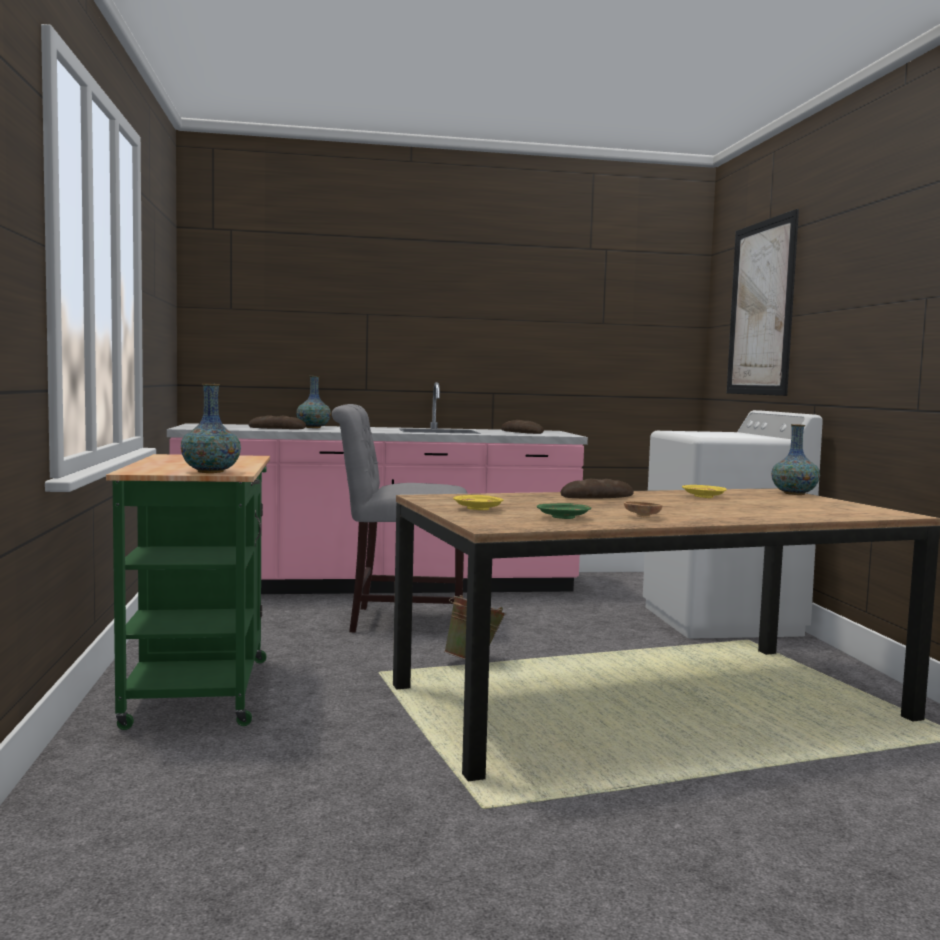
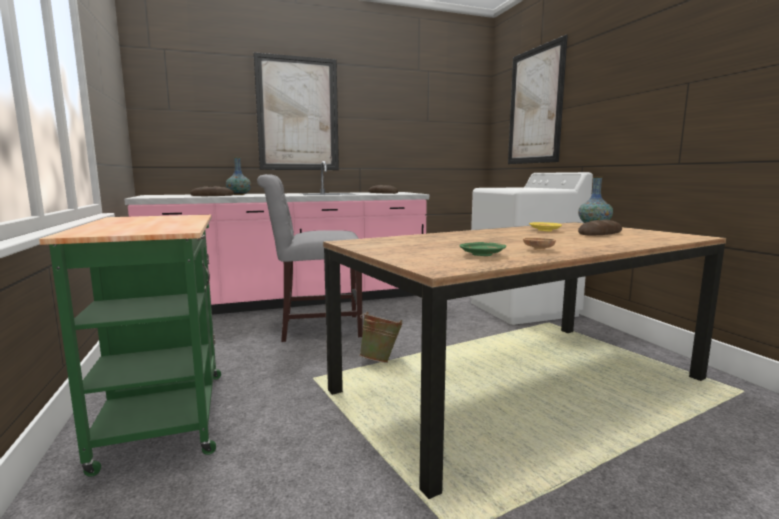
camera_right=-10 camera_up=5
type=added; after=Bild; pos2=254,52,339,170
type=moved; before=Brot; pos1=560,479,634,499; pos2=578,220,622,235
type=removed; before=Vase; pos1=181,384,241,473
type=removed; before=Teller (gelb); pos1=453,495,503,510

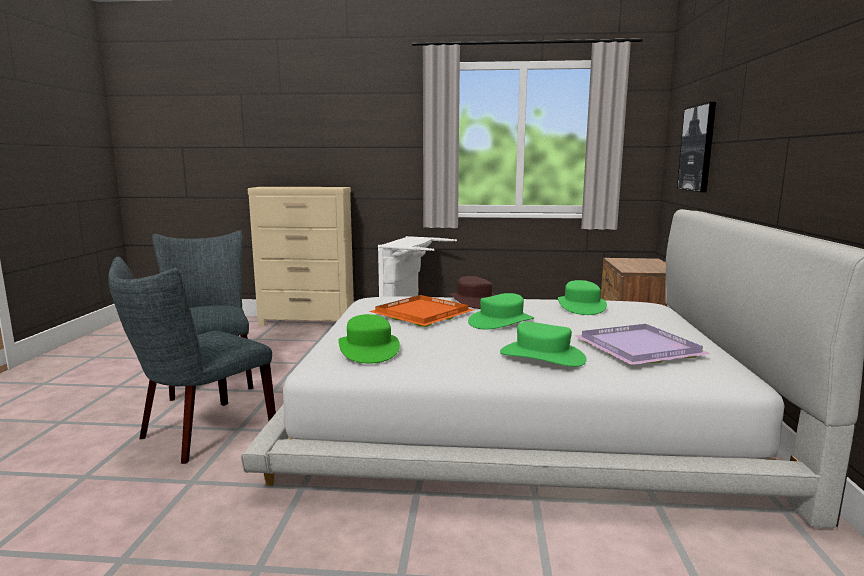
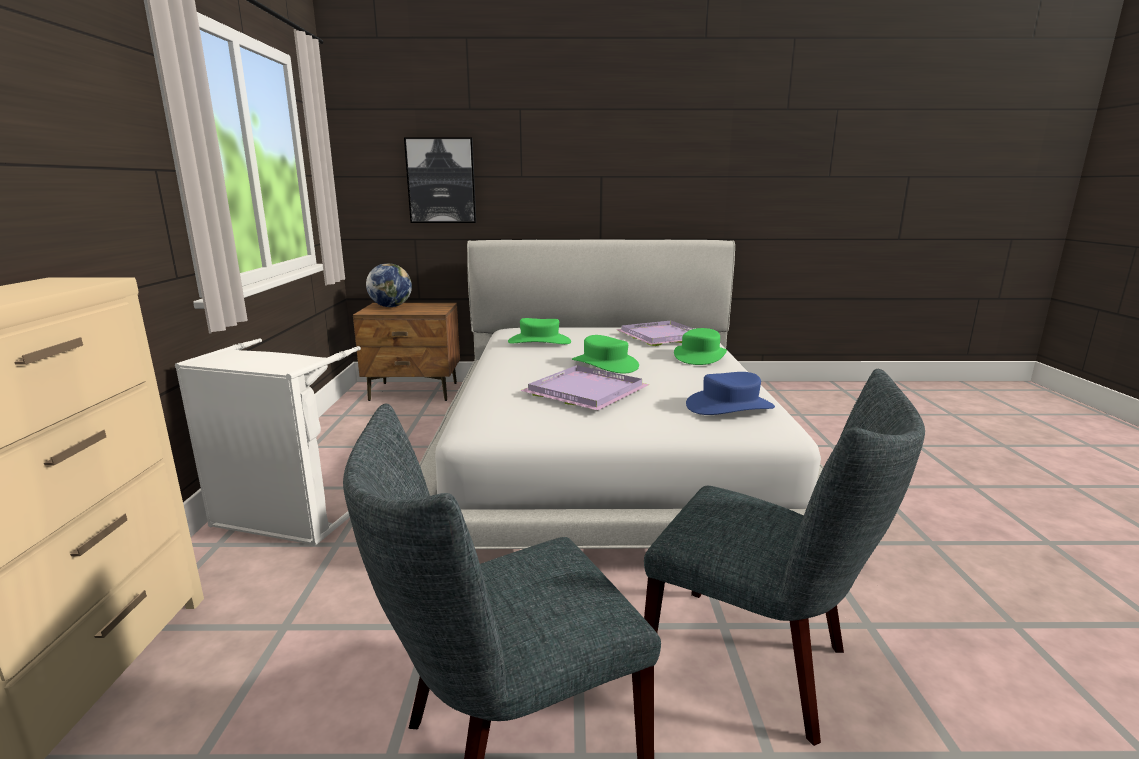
camera_right=-95 camera_up=5
type=added; after=Globus; pos2=366,263,412,307
type=recoloured; before=Tablett (orange); after=Tablett (lila); pos1=369,295,473,327; pos2=520,365,650,410
type=recoloured; before=Hut (grün); after=Hut (blau); pos1=338,314,400,363; pos2=686,372,775,415
type=removed; before=Hut (braun); pos1=449,276,495,309

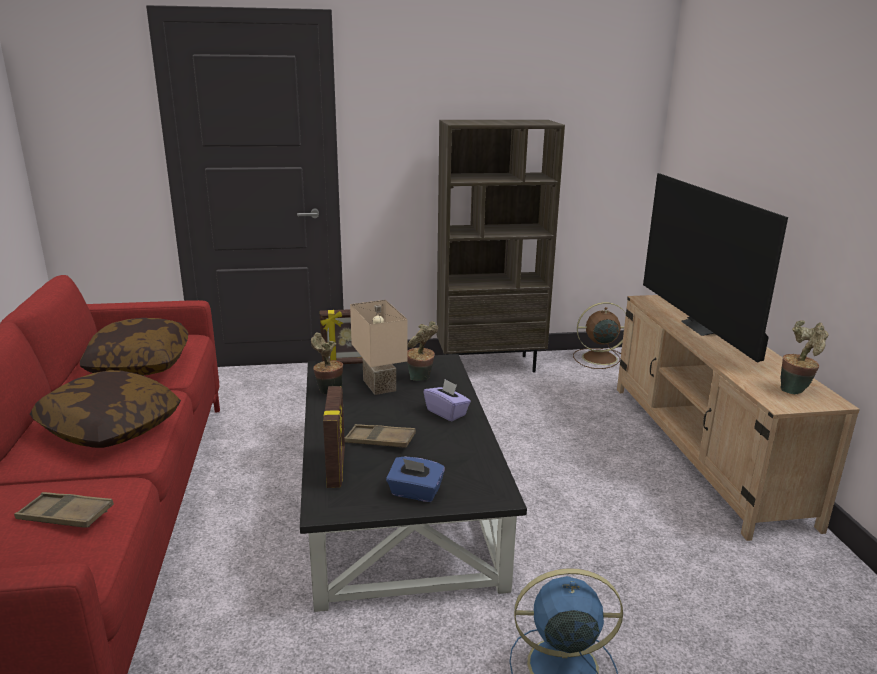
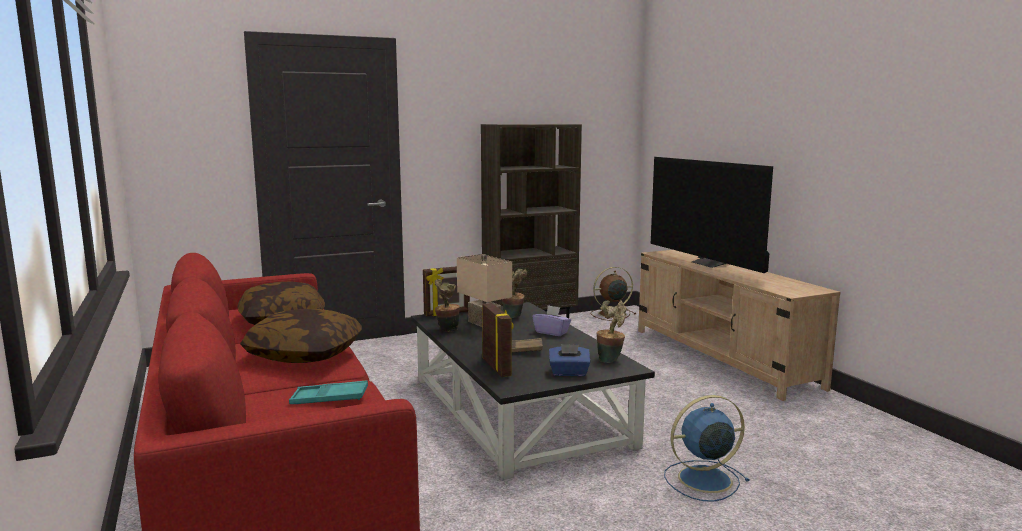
camera_right=-15 camera_up=-10
type=recoloured; before=Tablett (braun); after=Tablett (türkis); pos1=14,492,114,528; pos2=289,380,368,404
type=moved; before=Topfpflanze; pos1=780,320,828,395; pos2=597,300,627,363

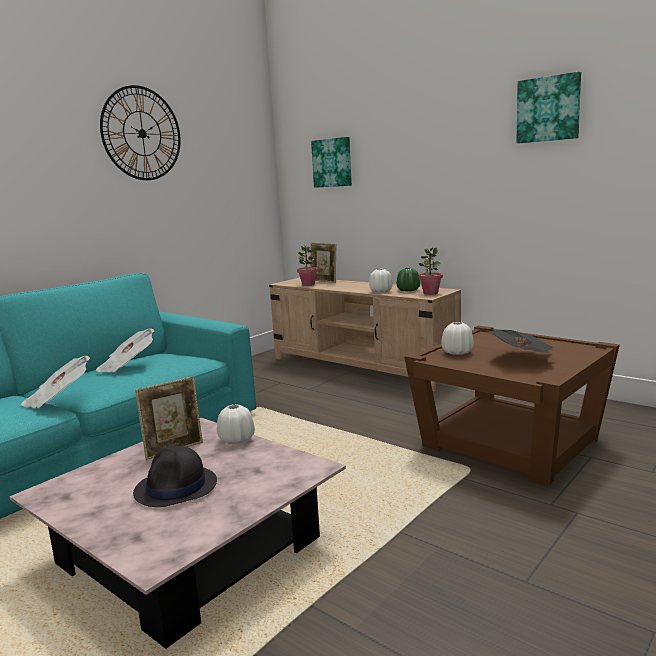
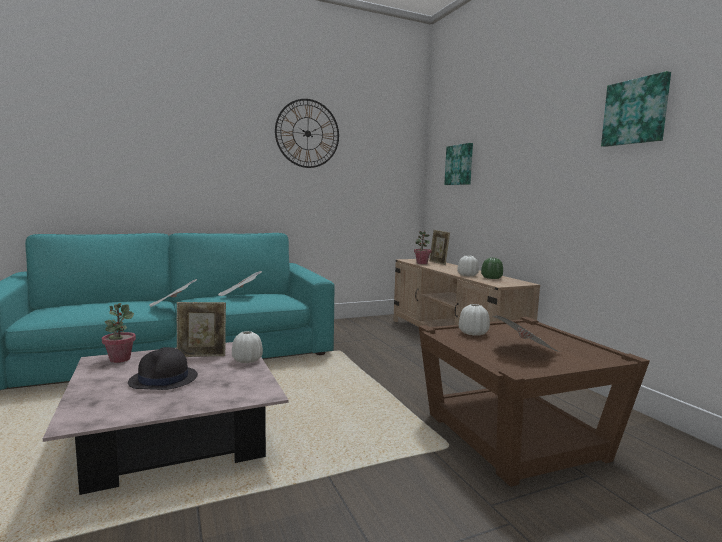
camera_right=25 camera_up=-5
type=moved; before=Topfpflanze; pos1=418,248,443,295; pos2=102,303,136,363

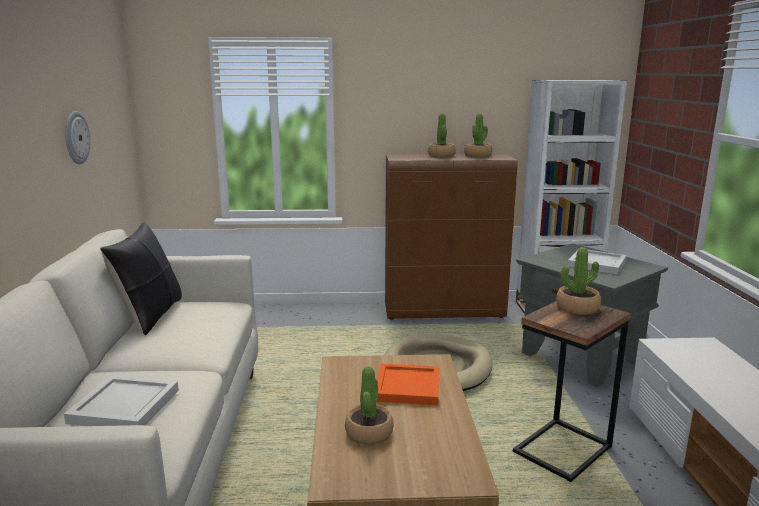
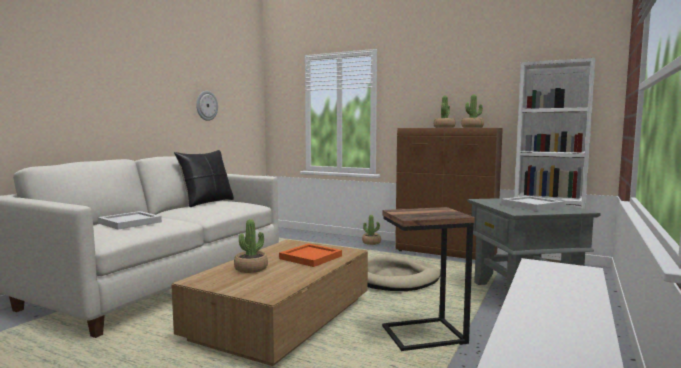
camera_right=30 camera_up=-10
type=moved; before=Topfpflanze; pos1=556,247,601,315; pos2=362,215,381,245

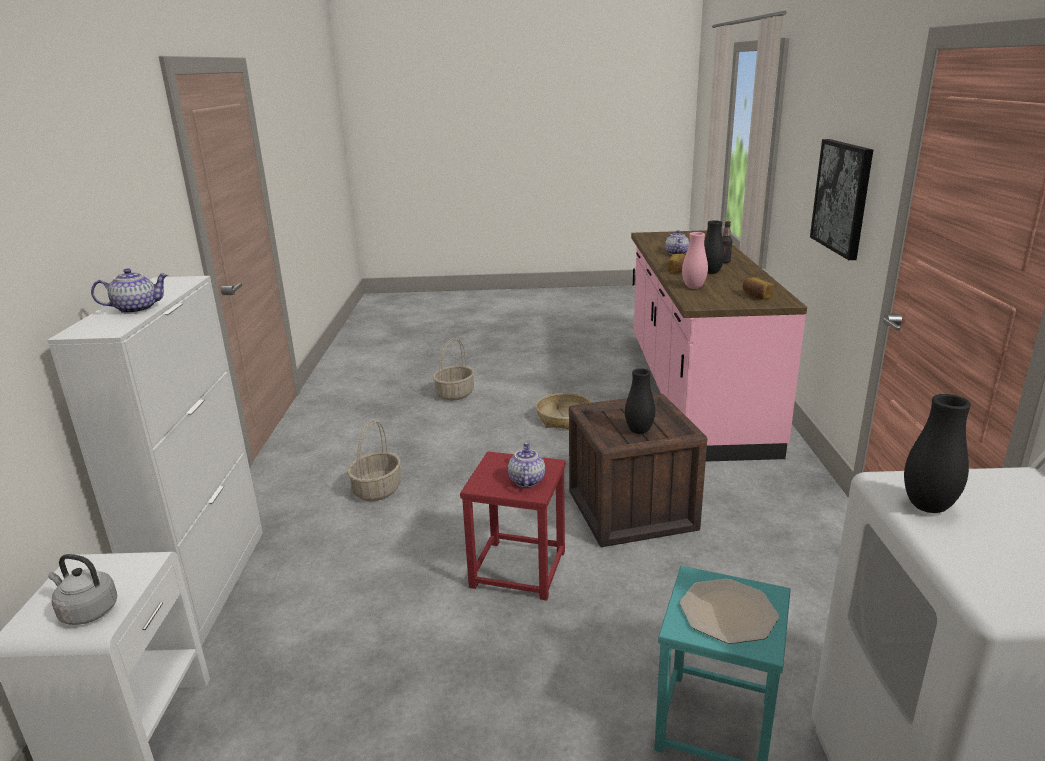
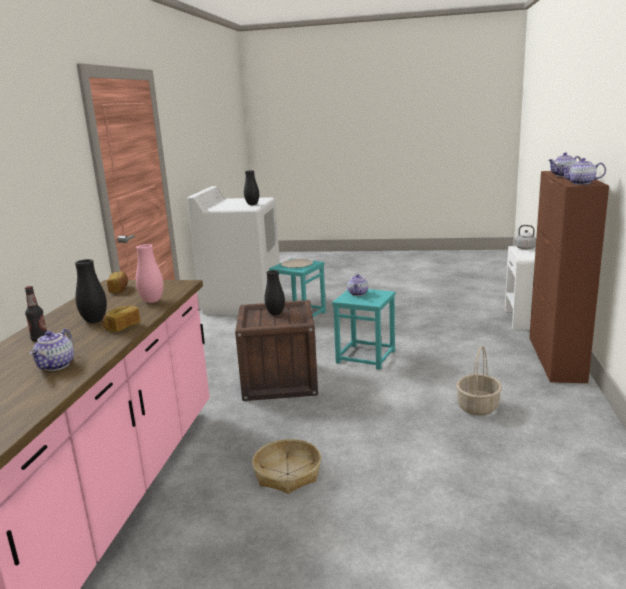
camera_right=-170 camera_up=-5
type=recoloured; before=Hocker (rot); after=Hocker (türkis); pos1=460,451,566,600; pos2=332,289,396,370
type=recoloured; before=Schrank (weiß); after=Schrank (braun); pos1=47,276,263,646; pos2=529,171,609,383
type=added; after=Teekanne; pos2=560,158,606,185
type=removed; before=Korb; pos1=433,338,475,401
type=removed; before=Bild; pos1=810,139,873,260

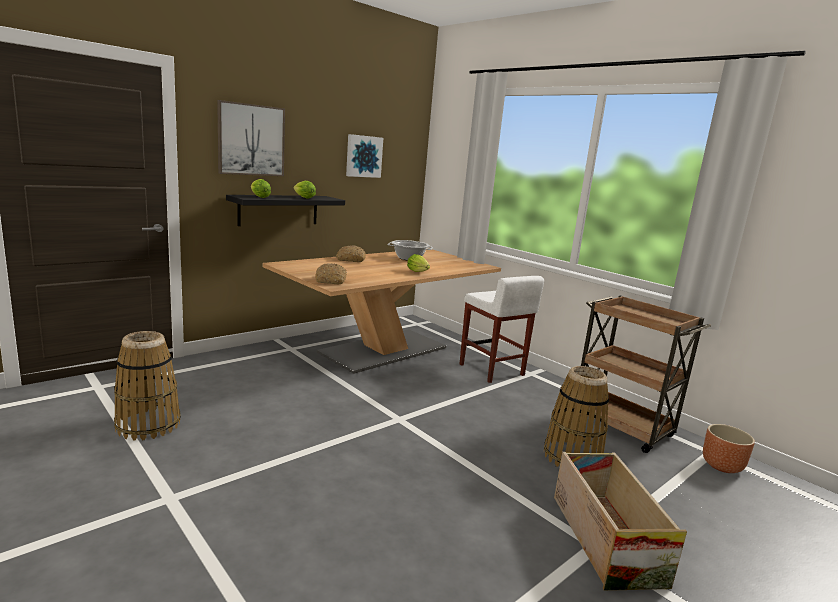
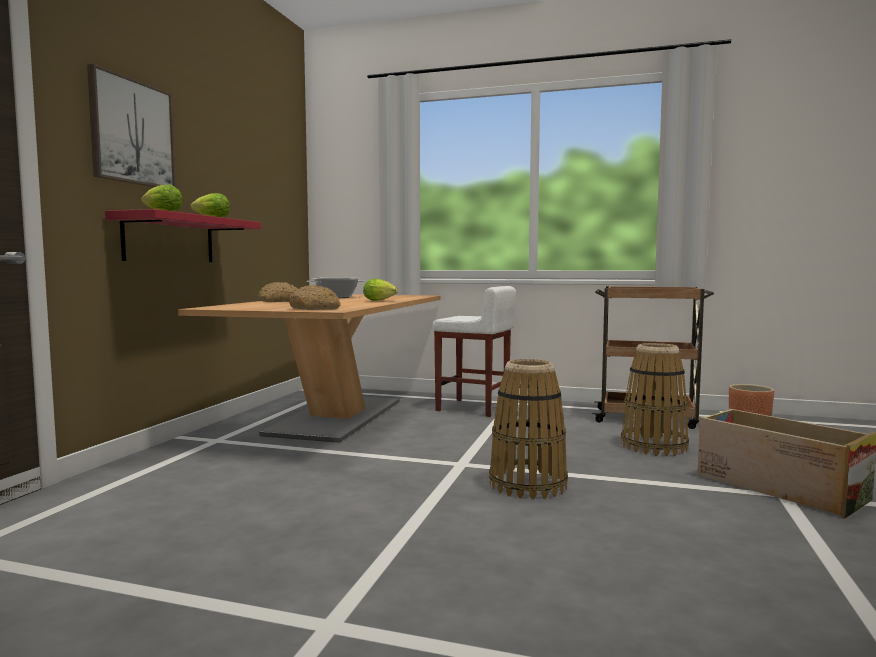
camera_right=-30 camera_up=-10
type=recoloured; before=Wandregal (schwarz); after=Wandregal (rot); pos1=226,195,345,226; pos2=105,209,261,262
type=moved; before=Korb; pos1=114,331,181,440; pos2=489,359,568,499
type=removed; before=Bild; pos1=346,134,383,178

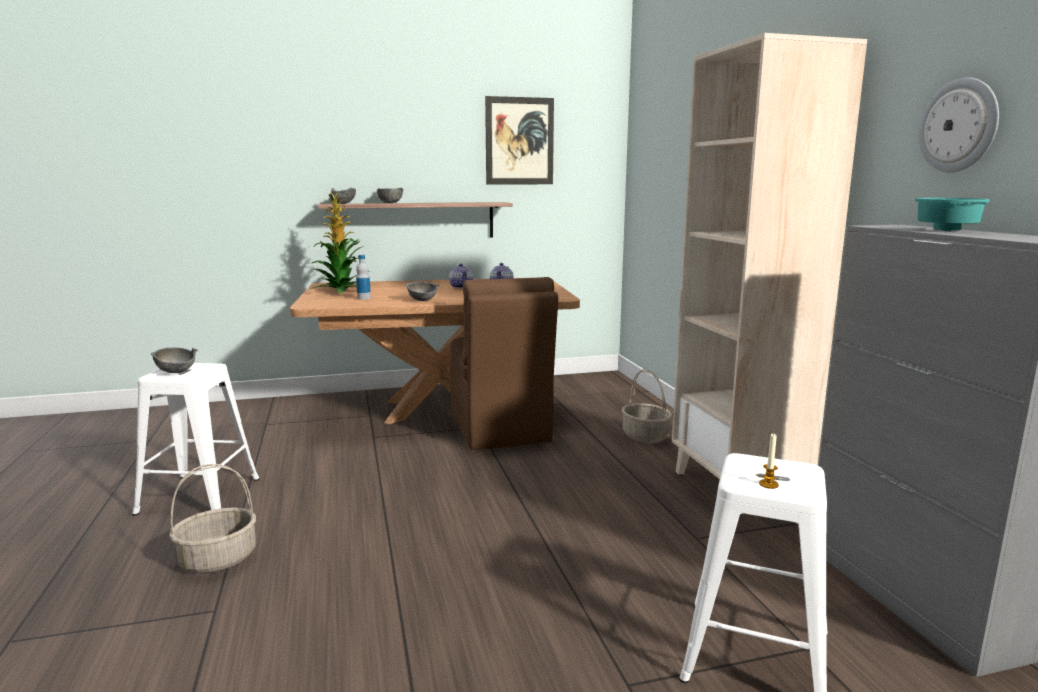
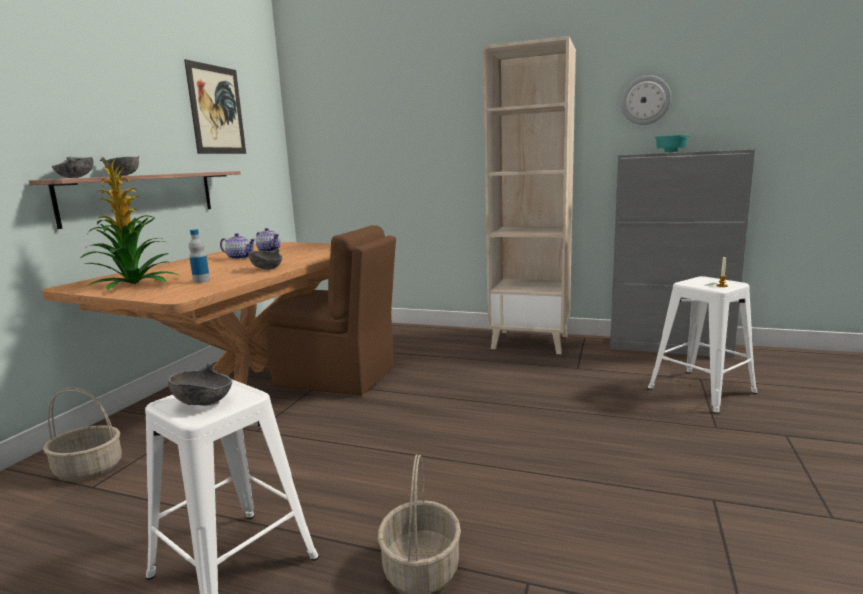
camera_right=-55 camera_up=0
type=moved; before=Korb; pos1=622,369,672,443; pos2=43,388,122,481

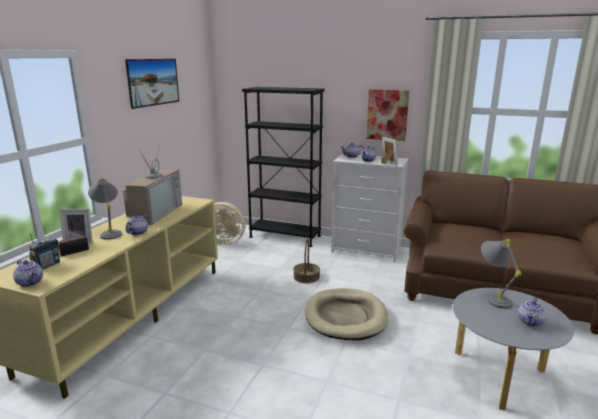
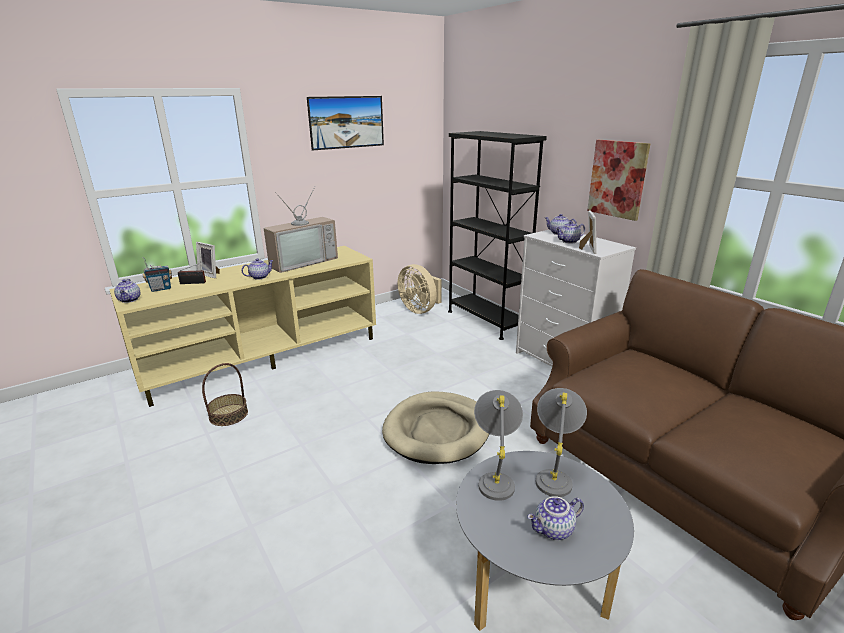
camera_right=35 camera_up=5
type=moved; before=Korb; pos1=294,238,320,283; pos2=202,363,248,426
type=moved; before=Tischlampe (grau); pos1=88,177,122,240; pos2=474,390,523,501

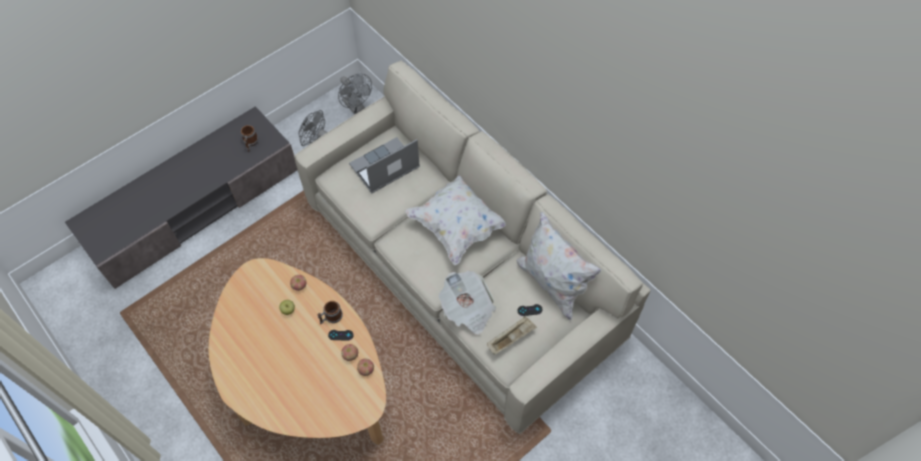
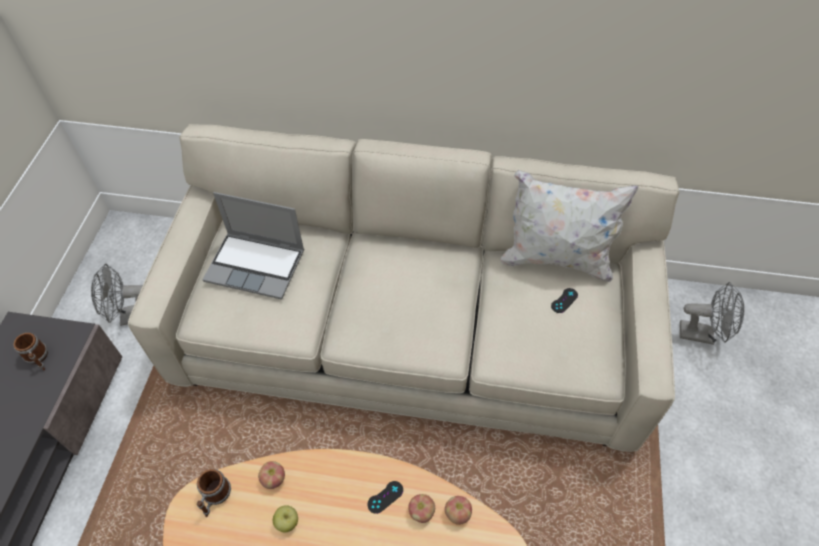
camera_right=-40 camera_up=-5
type=moved; before=Henkelbecher; pos1=318,301,343,324; pos2=197,469,231,517
type=turned; before=Laptop; pos1=349,137,420,194; pos2=202,192,304,300; turn=-90
type=moved; before=Ventilator (grau); pos1=338,73,372,115; pos2=680,282,744,345
type=removed; before=Kissen (weiß); pos1=405,176,506,265
type=removed; before=Zeitung; pos1=439,271,496,335
type=removed; before=Tablett (beige); pos1=487,316,537,355

